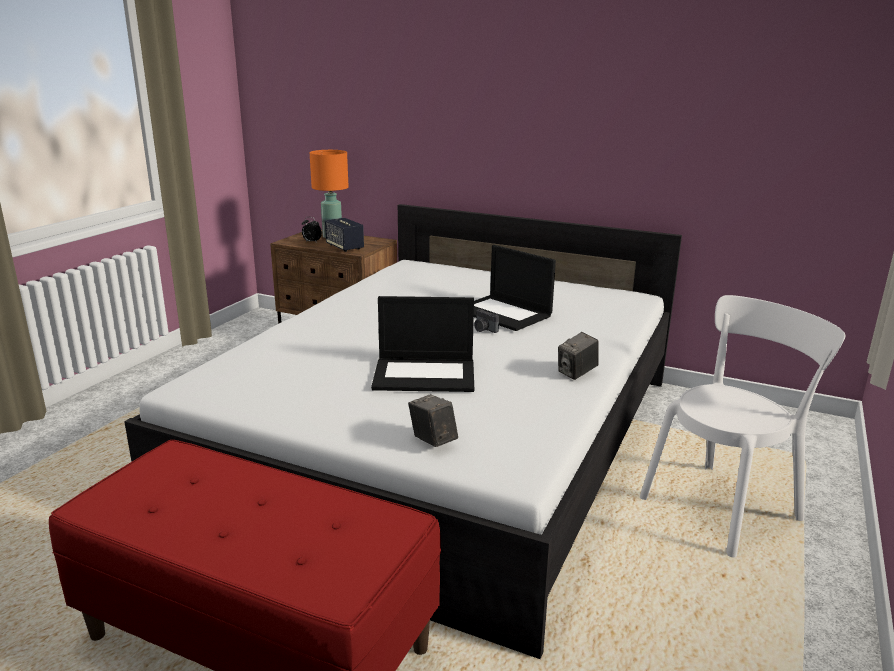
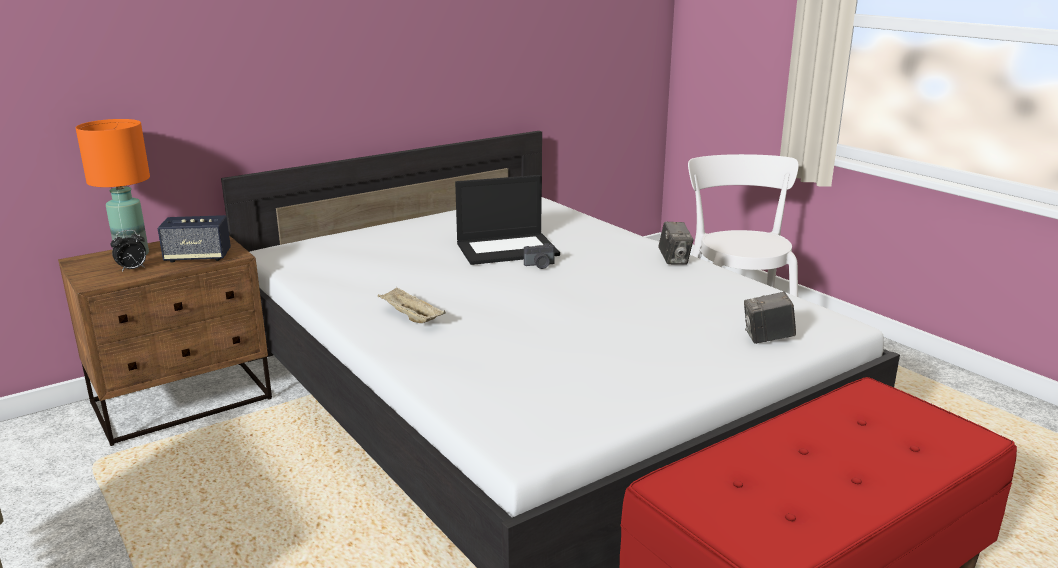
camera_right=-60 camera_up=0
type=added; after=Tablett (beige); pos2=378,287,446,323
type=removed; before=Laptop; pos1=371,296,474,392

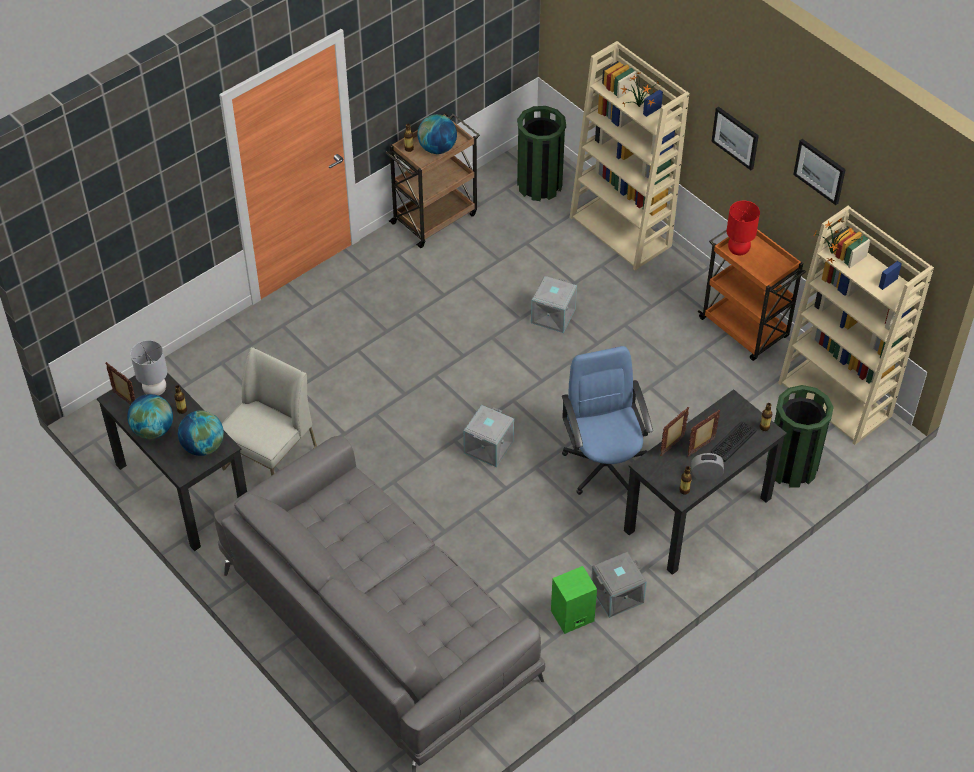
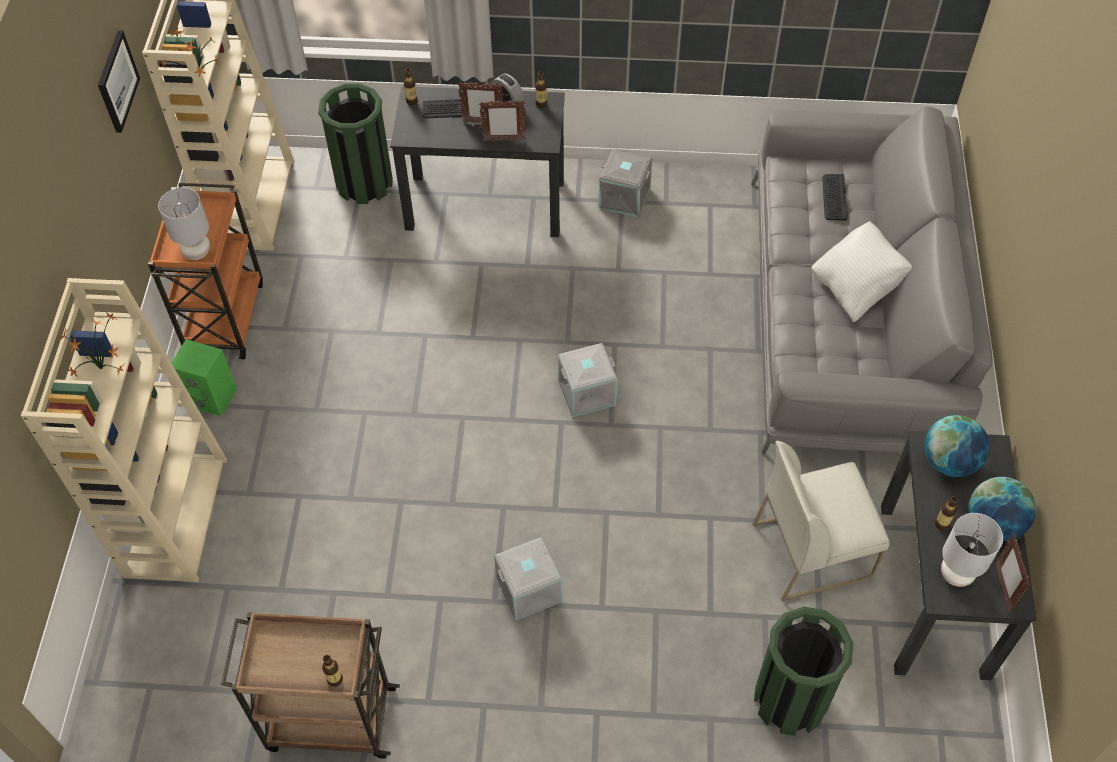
camera_right=-135 camera_up=5
type=recoloured; before=Tischlampe (rot); after=Tischlampe (grau); pos1=726,201,760,255; pos2=158,187,210,260
type=moved; before=Lautsprecher (grün); pos1=551,566,597,634; pos2=172,339,237,417
type=moved; before=Aufbewahrungsbox (grau); pos1=531,276,577,333; pos2=494,537,563,621
type=moved; before=Mülleimer (grün); pos1=517,106,566,201; pos2=754,606,853,736
type=added; after=Kissen (weiß); pos2=811,221,912,322
type=added; after=Tastatur; pos2=822,174,848,221
type=removed; before=Globus; pos1=418,114,457,154
type=removed; before=Bürostuhl (blau); pos1=562,346,653,495
type=removed; before=Bild; pos1=711,107,759,170

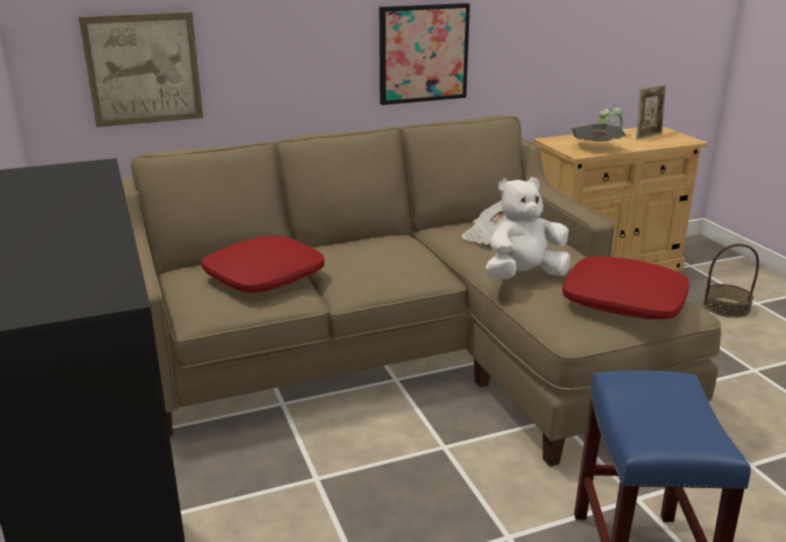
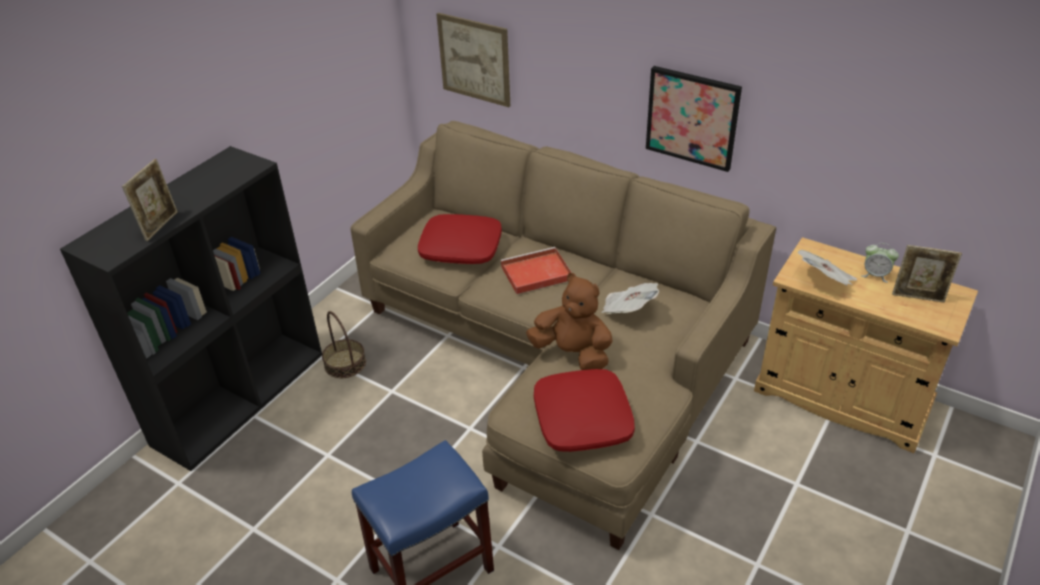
camera_right=55 camera_up=15
type=added; after=Bilderrahmen; pos2=122,159,178,241
type=moved; before=Korb; pos1=703,244,759,318; pos2=322,311,366,378
type=added; after=Tablett (rot); pos2=501,247,572,294
type=recoloured; before=Plüschtier (weiß); after=Plüschtier (braun); pos1=485,177,570,279; pos2=526,273,613,370

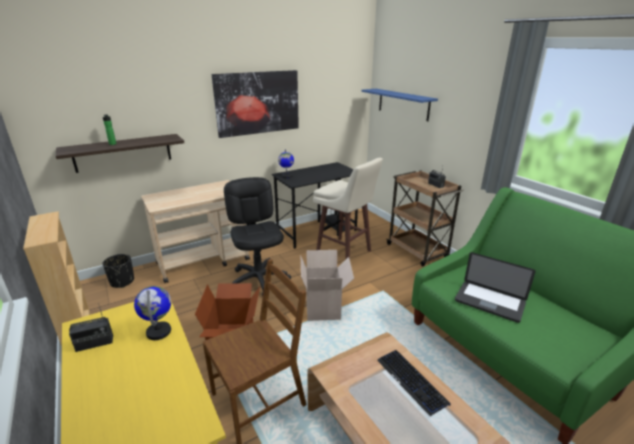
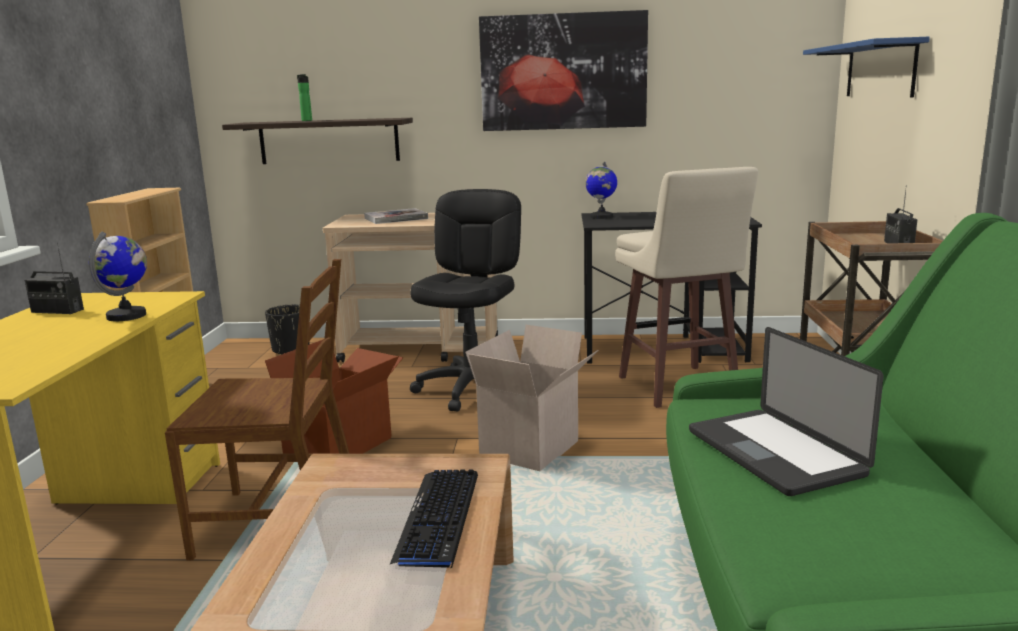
camera_right=35 camera_up=-10
type=added; after=Buch; pos2=364,208,428,224

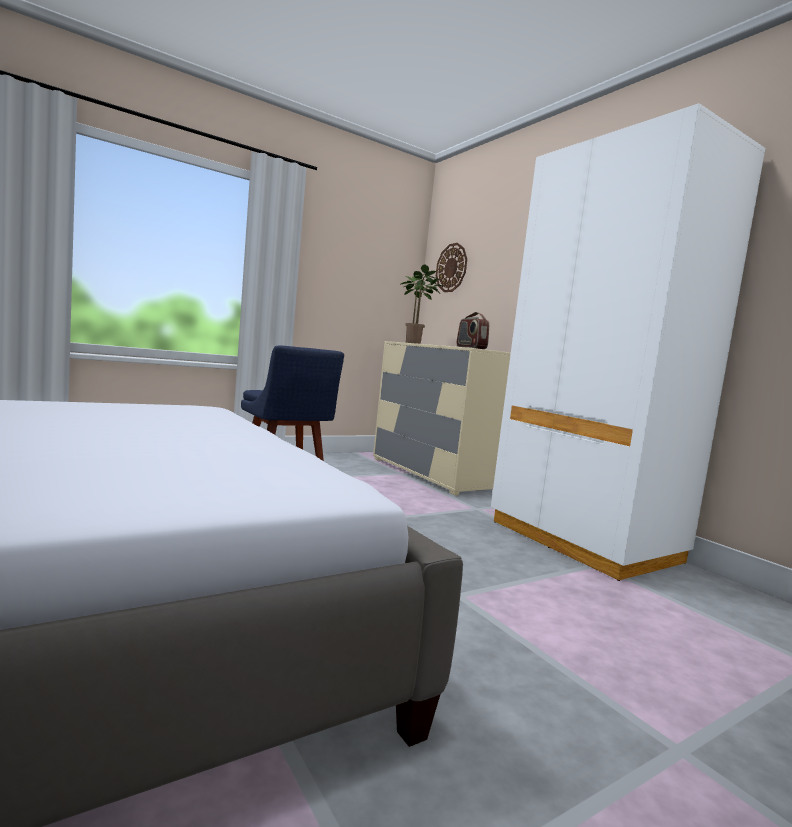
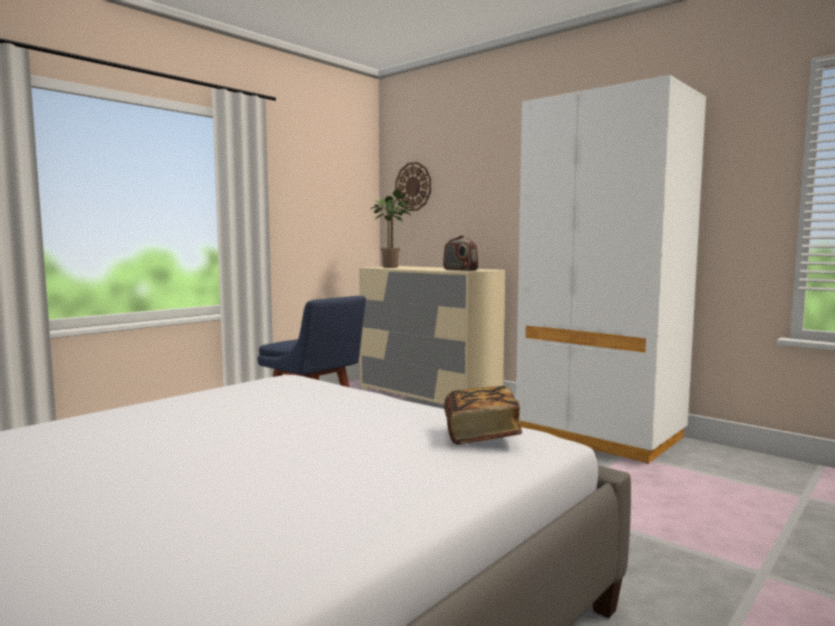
camera_right=-15 camera_up=0
type=added; after=Buch; pos2=444,386,522,445

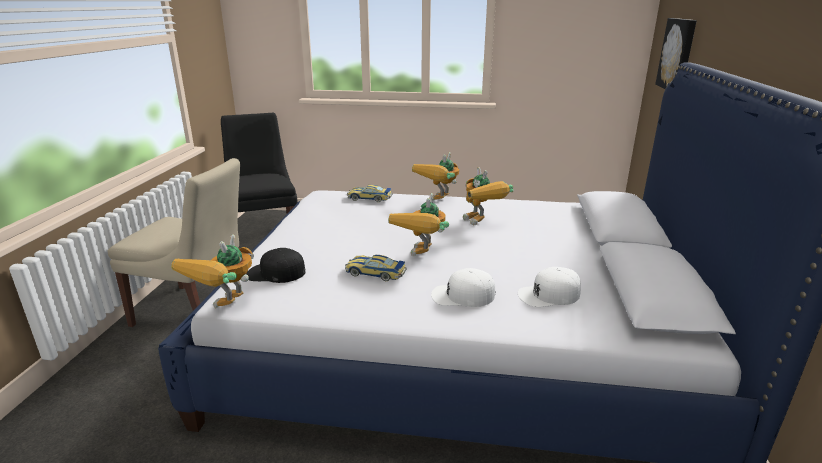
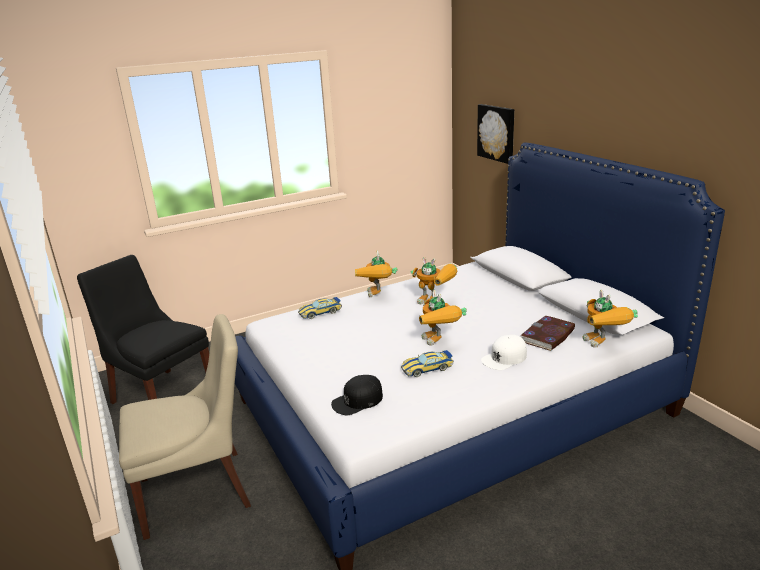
camera_right=-35 camera_up=0
type=replaced; before=Kappe (weiß); after=Buch; pos1=518,267,581,307; pos2=521,316,575,351
type=moved; before=Spielzeugroboter; pos1=171,234,254,308; pos2=583,290,638,348

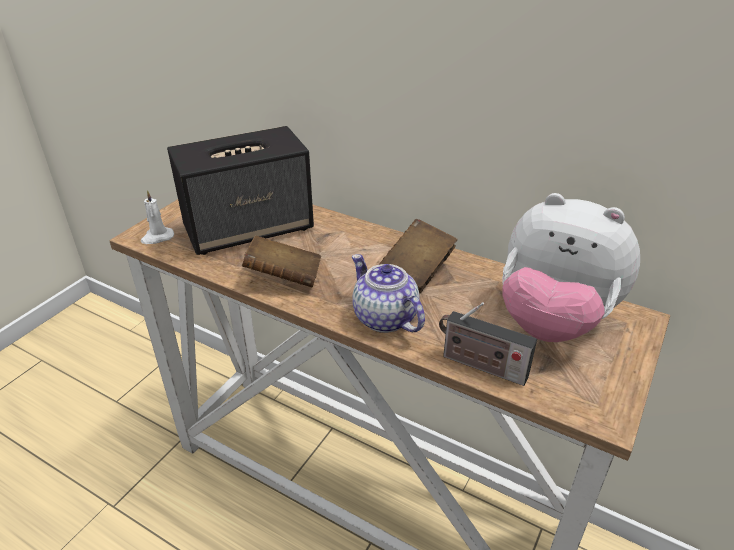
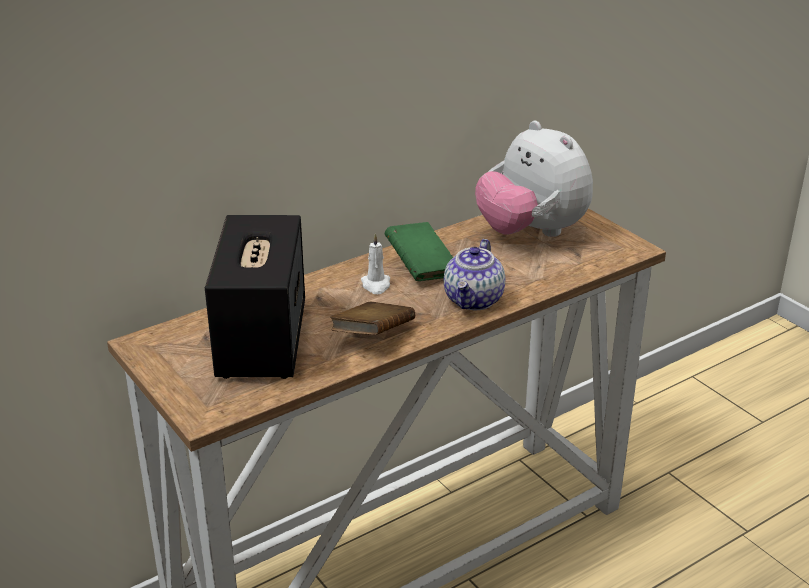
camera_right=-65 camera_up=-5
type=moved; before=Kerze (weiß); pos1=141,190,174,244; pos2=361,233,390,294
type=recoloured; before=Buch (braun); after=Buch (grün); pos1=378,219,458,293; pos2=384,222,453,281
type=turned; before=Teekanne; pos1=352,254,425,333; pos2=444,239,505,310; turn=-60
type=turned; before=Plüschtier; pos1=502,193,640,342; pos2=475,121,593,237; turn=90
type=removed; before=Radio; pos1=439,302,537,386

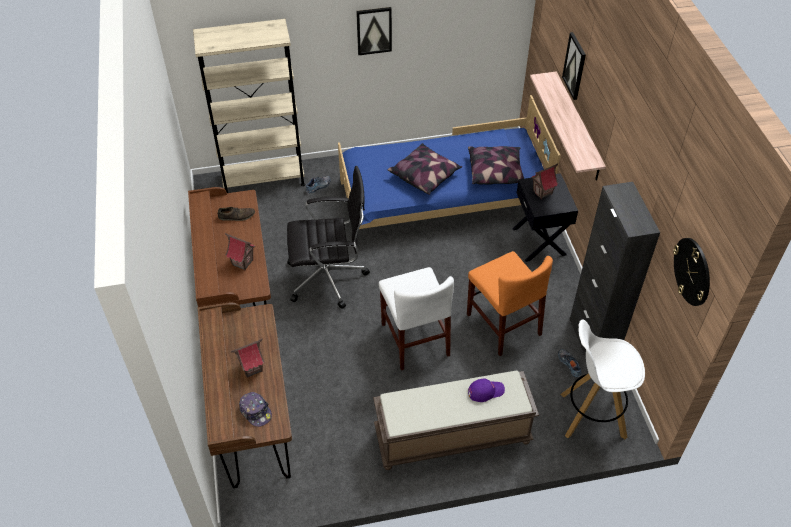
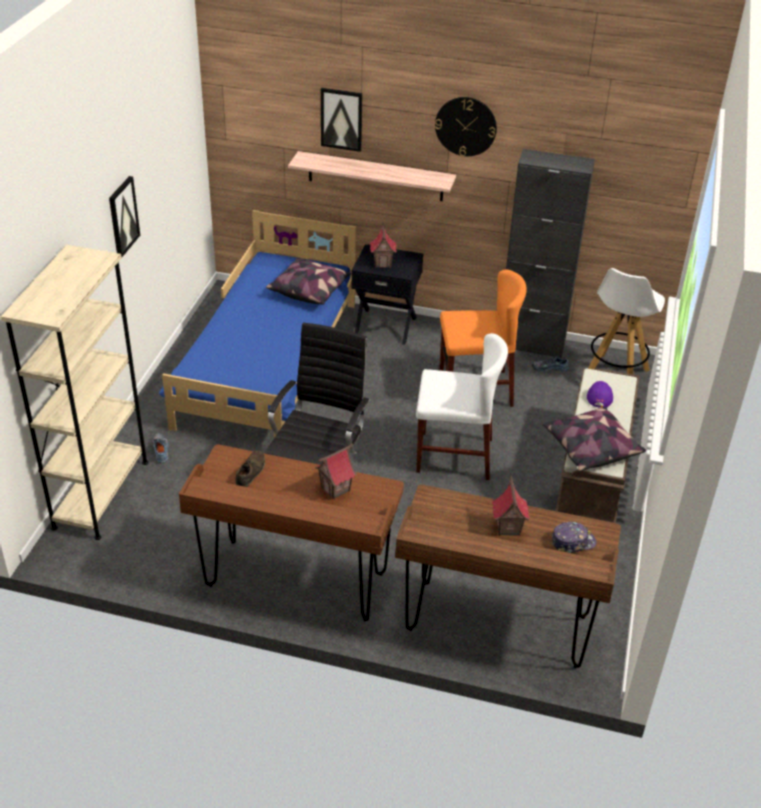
camera_right=-65 camera_up=-10
type=moved; before=Wanduhr; pos1=673,238,710,306; pos2=435,97,497,157
type=moved; before=Kissen; pos1=388,143,462,195; pos2=542,407,646,471

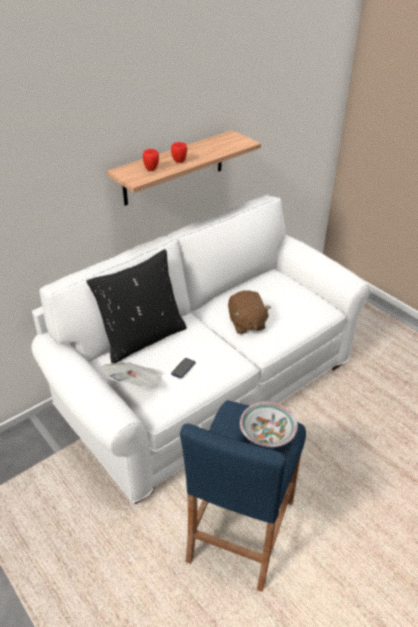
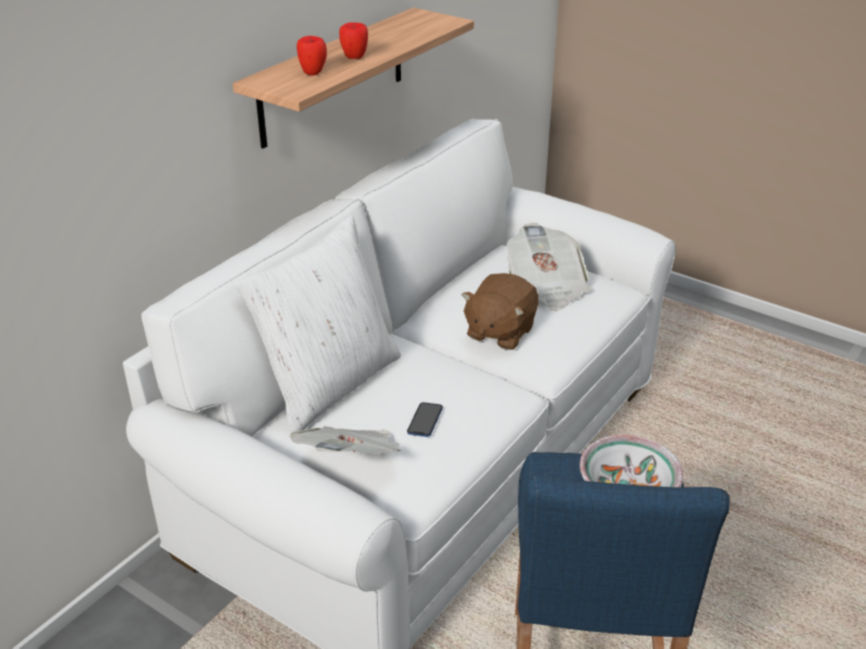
camera_right=-15 camera_up=-5
type=recoloured; before=Kissen (schwarz); after=Kissen (weiß); pos1=86,249,187,363; pos2=234,215,401,433
type=turned; before=Plüschtier (braun); pos1=228,290,271,334; pos2=462,273,539,350; turn=60
type=added; after=Zeitung; pos2=507,223,590,311

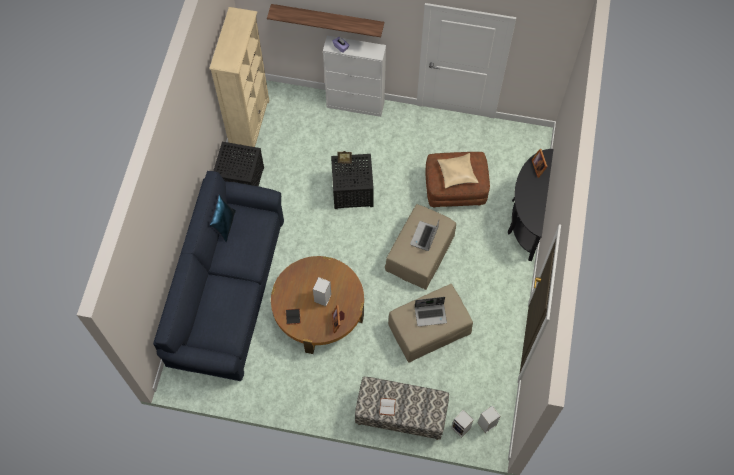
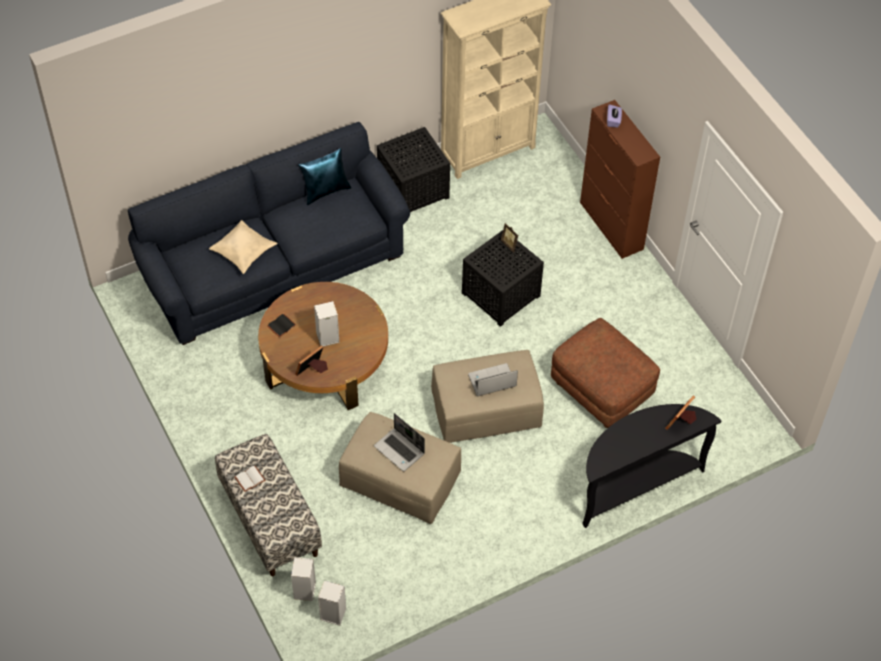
camera_right=50 camera_up=-10
type=moved; before=Kissen (beige); pos1=437,153,479,189; pos2=209,220,278,274
type=recoloured; before=Schrank (weiß); after=Schrank (braun); pos1=323,36,386,117; pos2=580,100,660,259
type=removed; before=Wandregal; pos1=267,4,384,37

